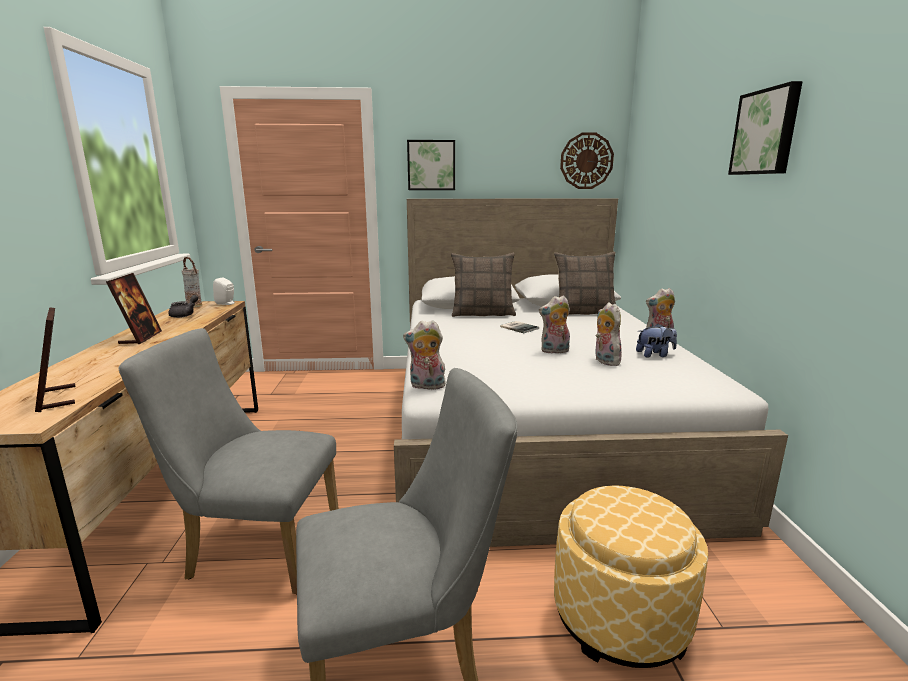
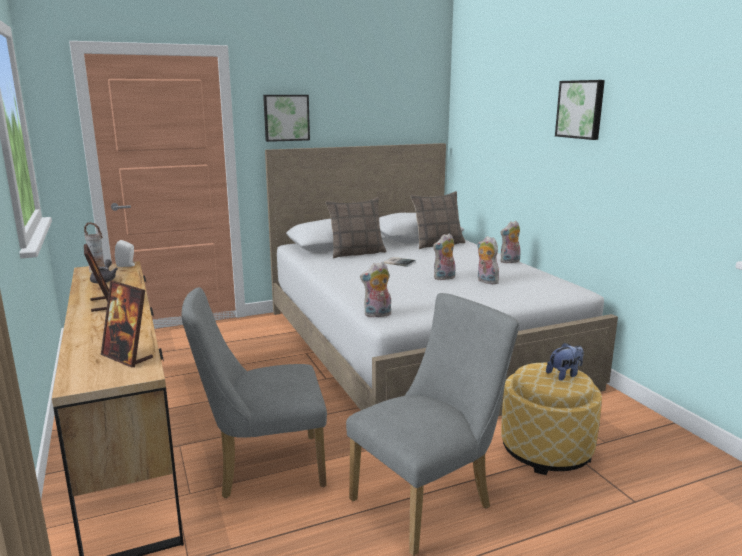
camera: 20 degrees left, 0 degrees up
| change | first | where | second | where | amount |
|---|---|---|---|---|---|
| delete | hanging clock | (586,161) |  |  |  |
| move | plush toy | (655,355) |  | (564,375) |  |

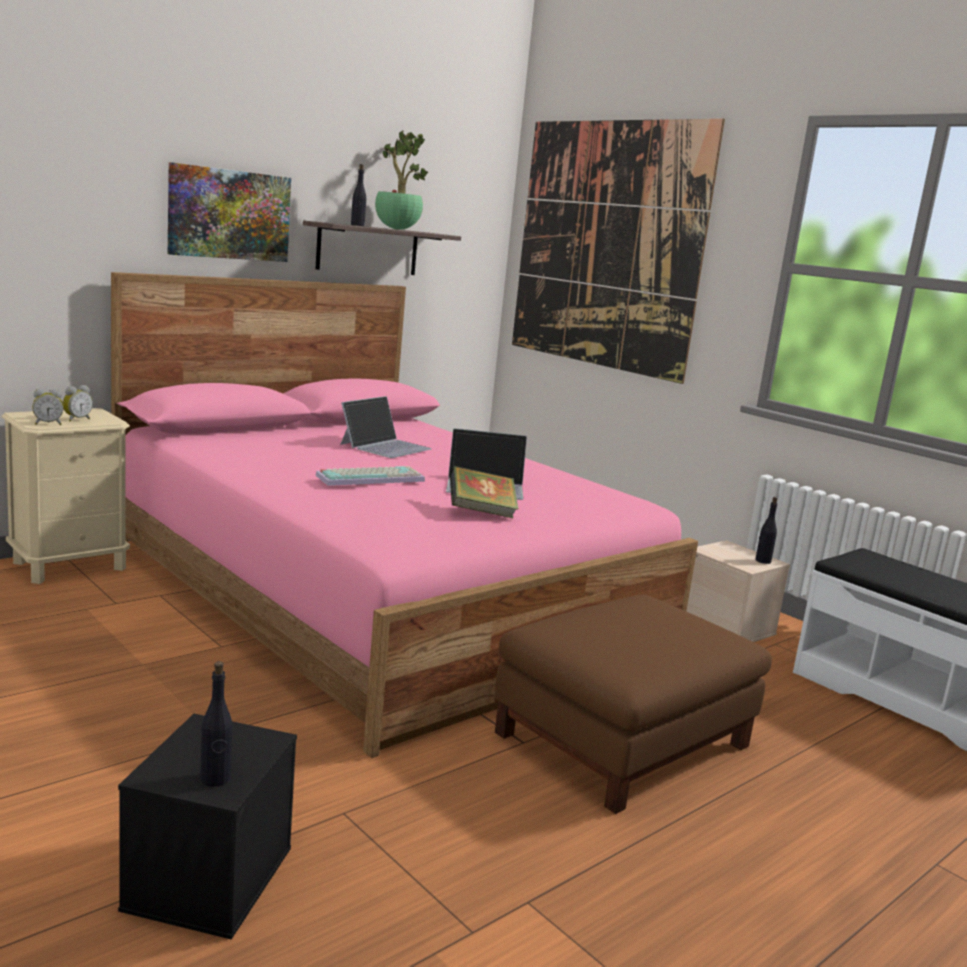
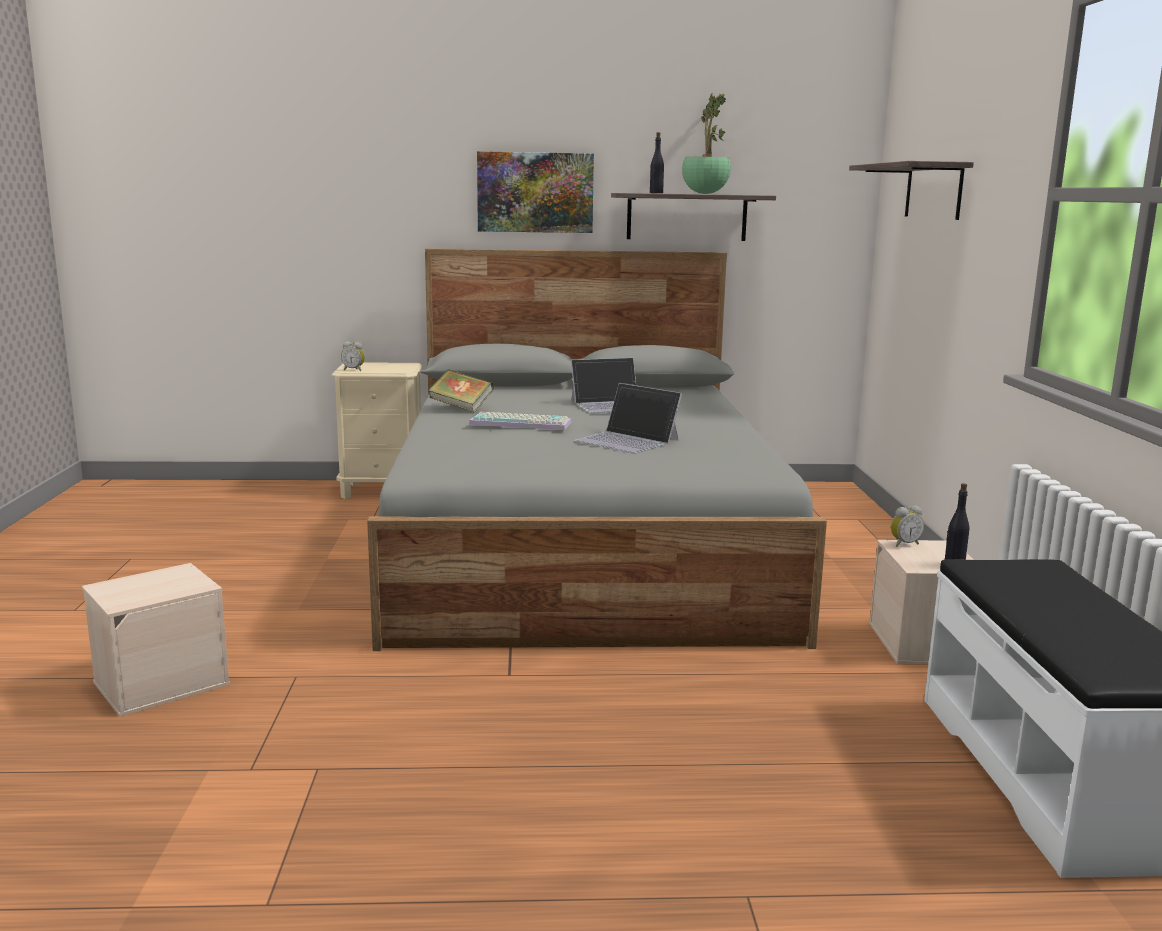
camera: 40 degrees right, 0 degrees up
| change | first | where | second | where | amount |
|---|---|---|---|---|---|
| replace | wall art | (606,245) | shelf | (933,191) |  |
| recolor | pink-coloured sleeping bed | (379,594) | greyish sleeping bed | (583,547) |  |
| move | alarm clock | (76,419) |  | (904,544) |  |
| move | book | (481,512) |  | (461,407) |  |
| delete | brown-coloured footrest | (622,738) |  |  |  |
| delete | black beverage bottle | (215,779) |  |  |  |
| recolor | black storage box | (208,876) | beige storage box | (162,682) |  |

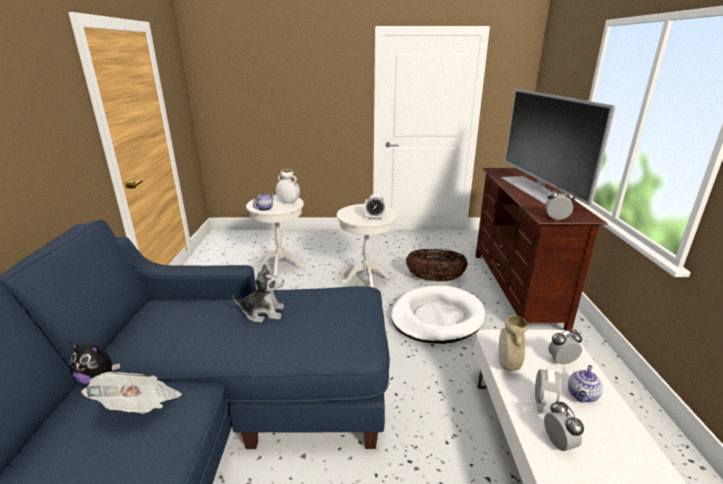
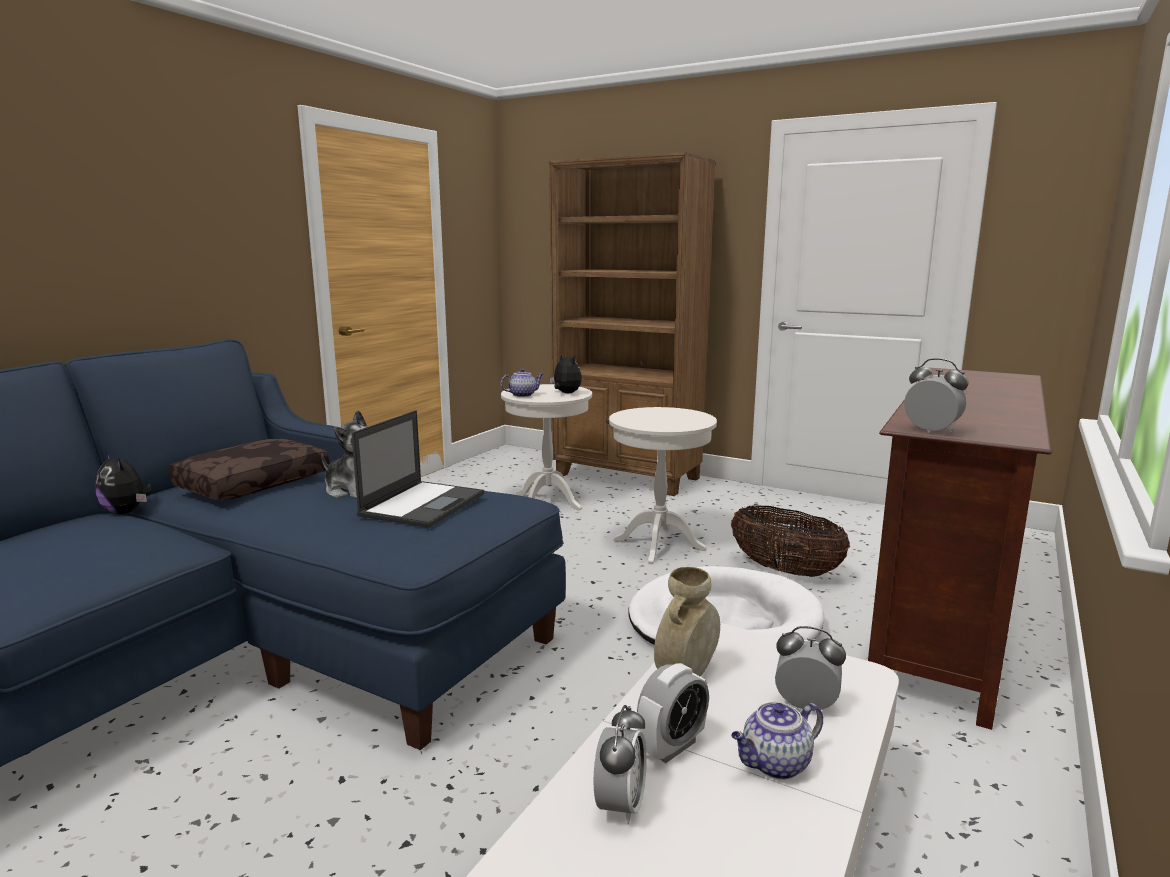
camera: 30 degrees right, 10 degrees down
| change | first | where | second | where | amount |
|---|---|---|---|---|---|
| delete | TV set | (533,189) |  |  |  |
| replace | white-coloured vase | (288,202) | plush toy | (565,393) |  |
| delete | alarm clock | (375,218) |  |  |  |
| delete | daily paper | (139,406) |  |  |  |
| insert |  |  | brown-coloured bookcase | (627,477) |  |
| insert |  |  | laptop | (423,504) |  |
| insert |  |  | brown-coloured throw pillow | (253,483) |  |

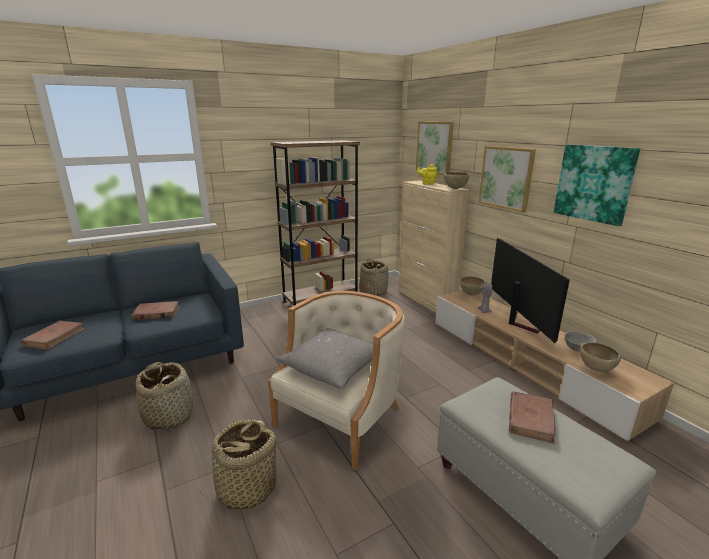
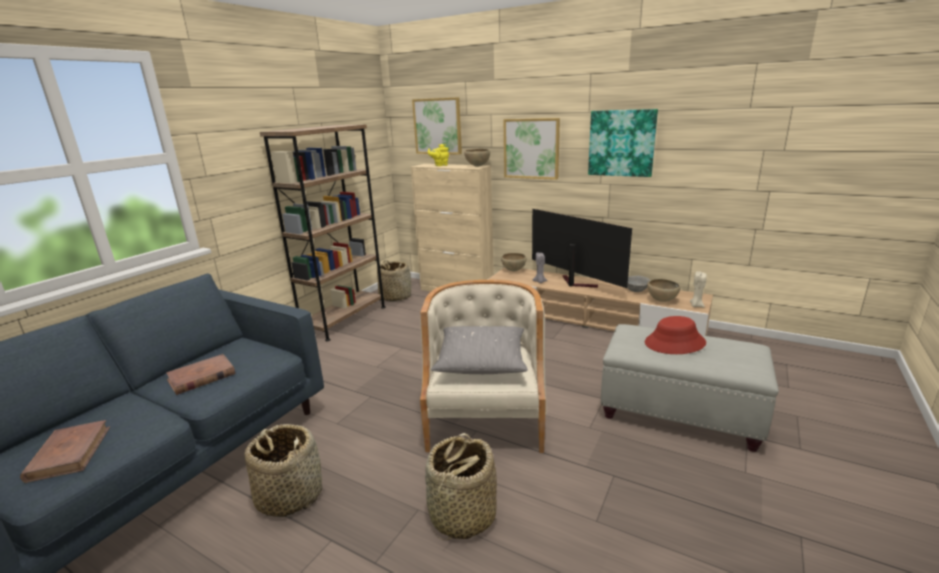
camera: 30 degrees left, 0 degrees up
| change | first | where | second | where | amount |
|---|---|---|---|---|---|
| replace | brown-coloured book | (530,419) | red-coloured wearable hat | (675,343) |  |
| insert |  |  | beige wax candle | (696,306) |  |

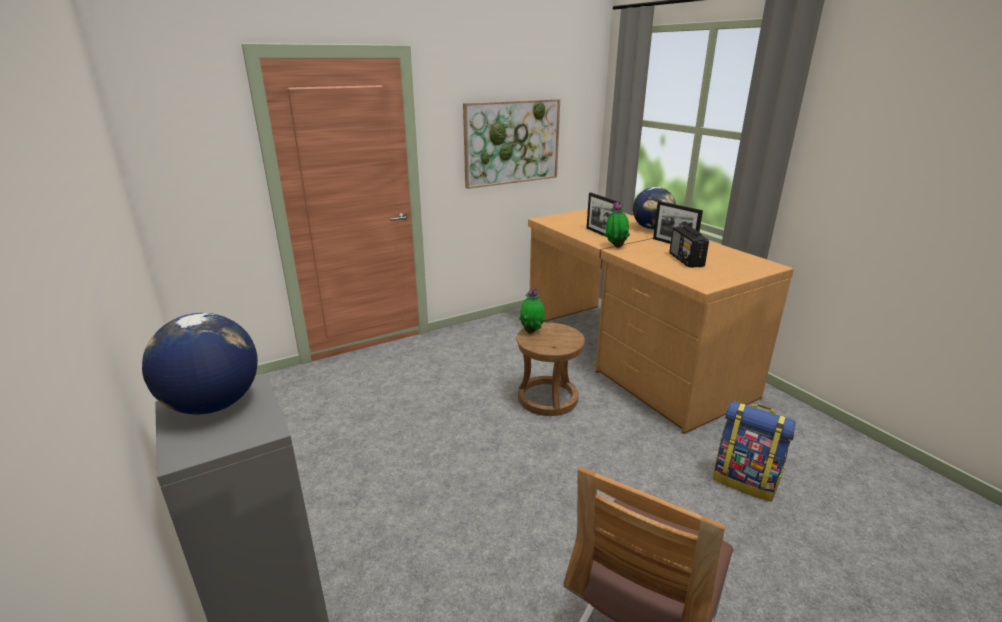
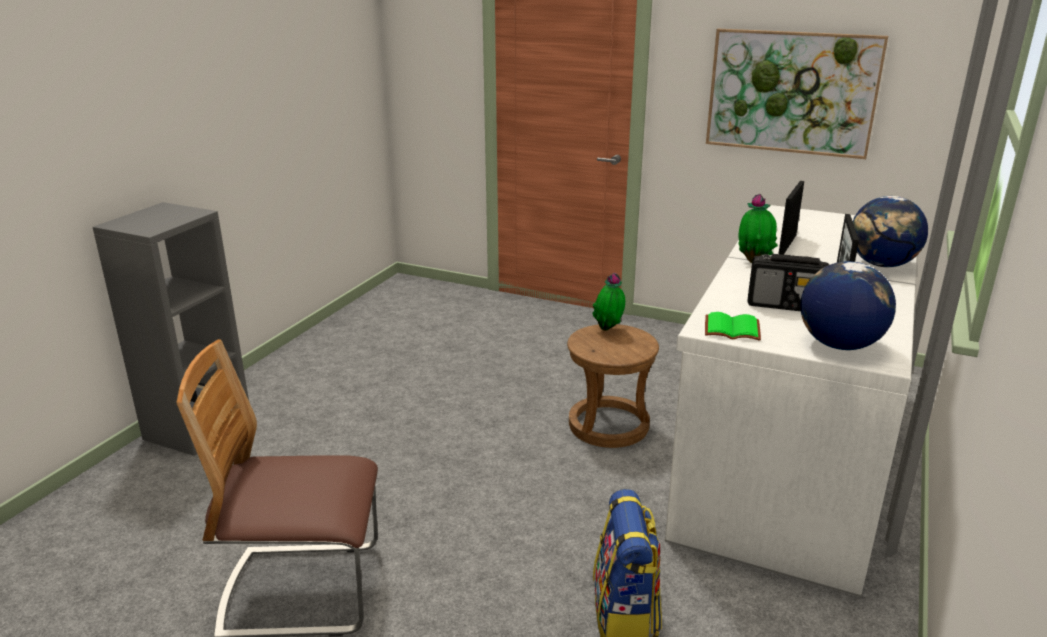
camera: 55 degrees right, 0 degrees up
| change | first | where | second | where | amount |
|---|---|---|---|---|---|
| recolor | brown-coloured desk table | (629,358) | white-coloured desk table | (786,452) |  |
| rotate | radio set | (686,260) |  | (785,305) | 120 degrees counterclockwise |
| move | globe | (213,405) |  | (839,345) |  |
| insert |  |  | green book | (731,330) |  |

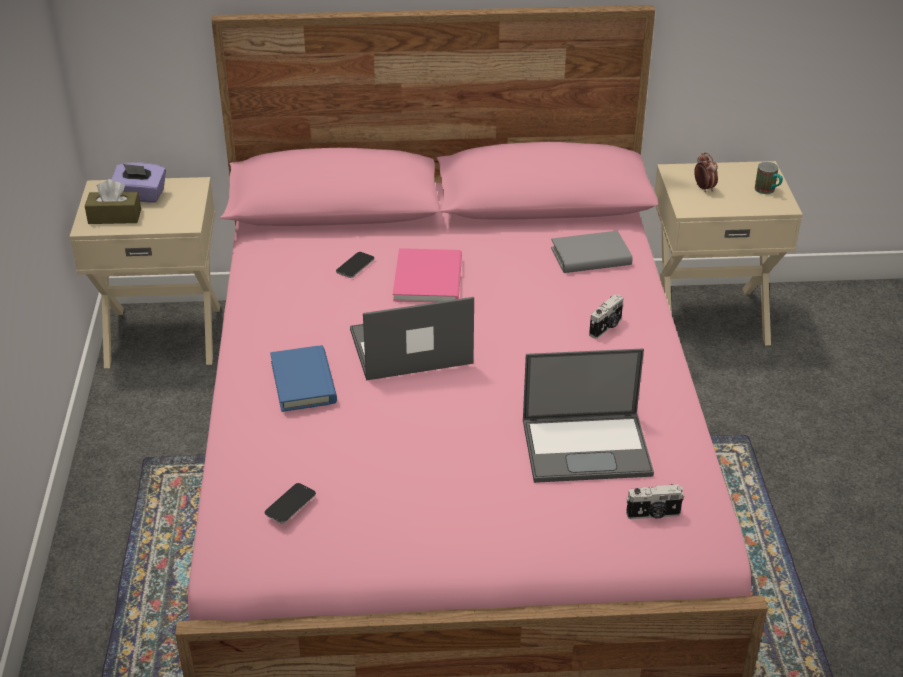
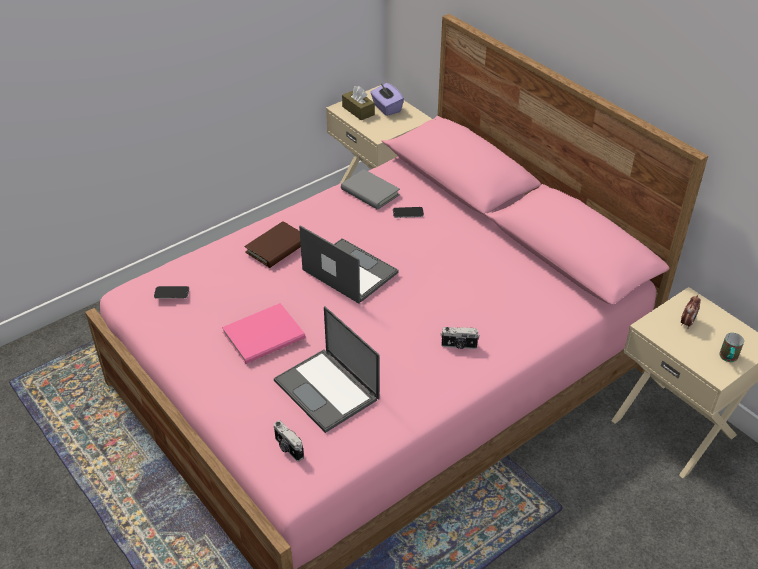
camera: 55 degrees right, 5 degrees up
| change | first | where | second | where | amount |
|---|---|---|---|---|---|
| move | greyish book | (591,257) |  | (370,192) |  |
| move | pink-coloured book | (430,277) |  | (266,335) |  |
| recolor | blue book | (303,382) | brown-coloured book | (277,247) |  |

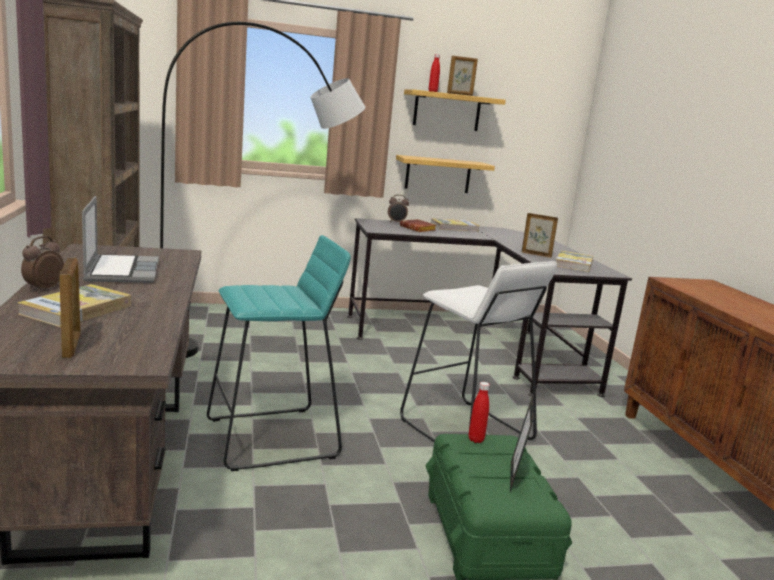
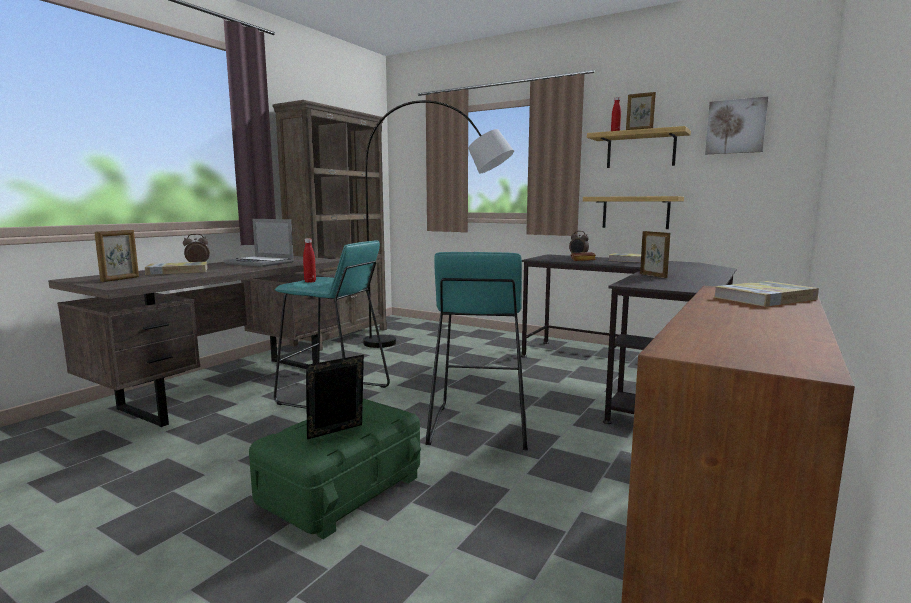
camera: 45 degrees right, 5 degrees down
| change | first | where | second | where | amount |
|---|---|---|---|---|---|
| rotate | laptop | (121,271) |  | (261,263) | 90 degrees clockwise |
| move | book | (573,264) |  | (764,298) |  |
| recolor | white-coloured sitting stool | (465,430) | blue-green sitting stool | (478,427) |  |
| move | red-coloured beverage bottle | (476,439) |  | (310,281) |  |
| insert |  |  | wall art | (736,126) |  |

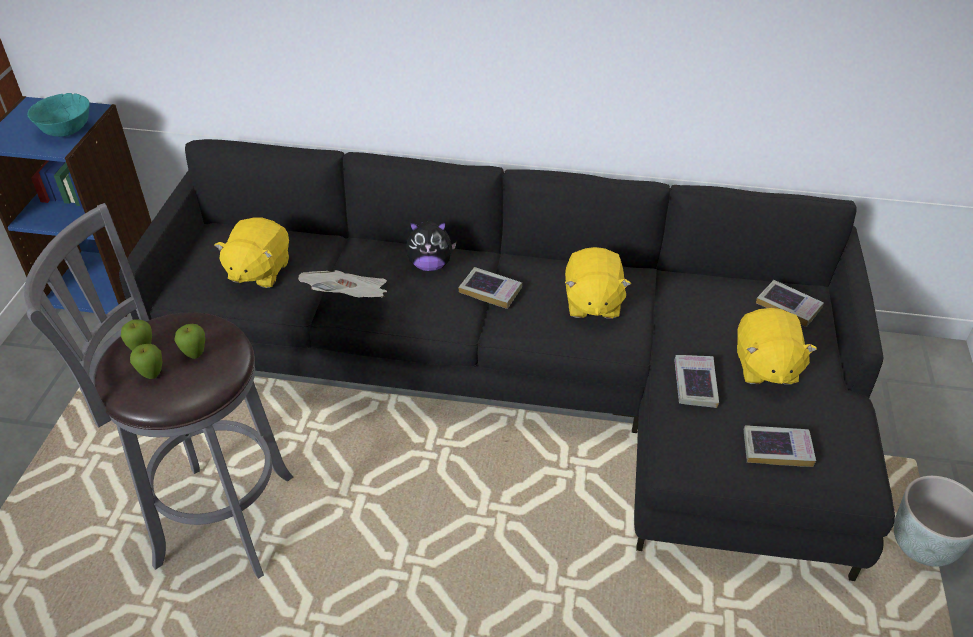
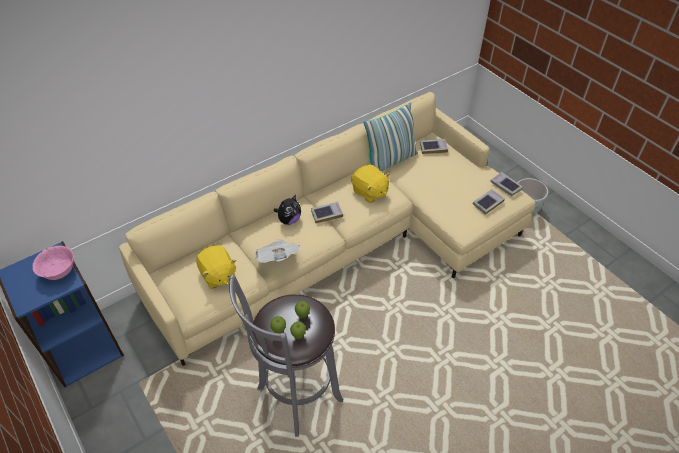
camera: 45 degrees left, 5 degrees up
| change | first | where | second | where | amount |
|---|---|---|---|---|---|
| recolor | blue-green bowl | (66,130) | pink-coloured bowl | (59,271) |  |
| recolor | black sofa | (530,379) | beige sofa | (344,244) |  |
| delete | yellow-coloured plush toy | (765,366) |  |  |  |
| move | book | (695,384) |  | (505,186) |  |
| insert |  |  | throw pillow | (390,161) |  |

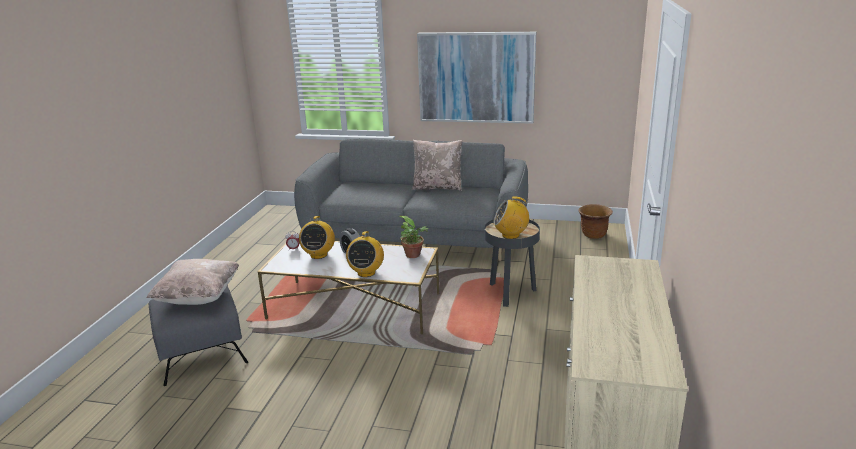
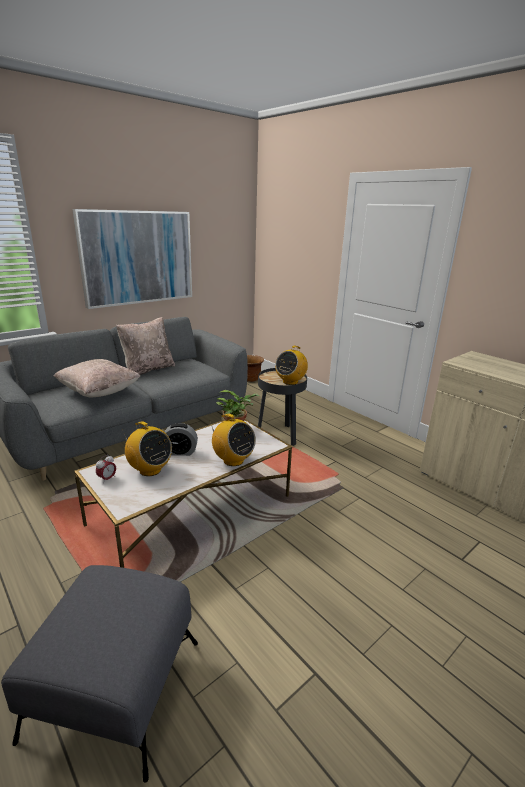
camera: 55 degrees left, 0 degrees up
| change | first | where | second | where | amount |
|---|---|---|---|---|---|
| move | beige throw pillow | (198,297) |  | (99,392) |  |

